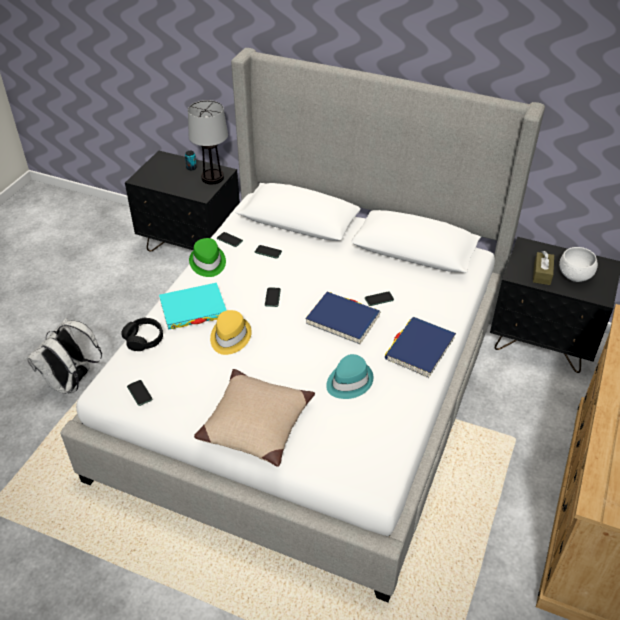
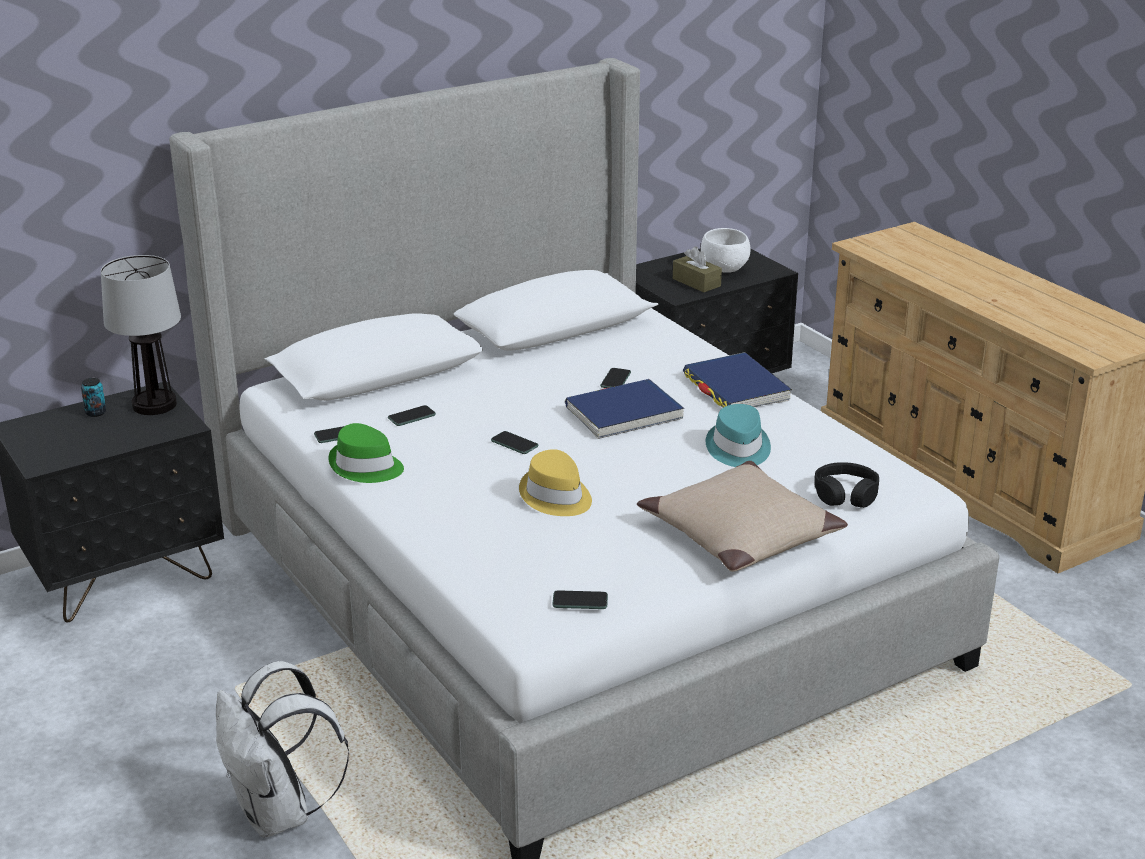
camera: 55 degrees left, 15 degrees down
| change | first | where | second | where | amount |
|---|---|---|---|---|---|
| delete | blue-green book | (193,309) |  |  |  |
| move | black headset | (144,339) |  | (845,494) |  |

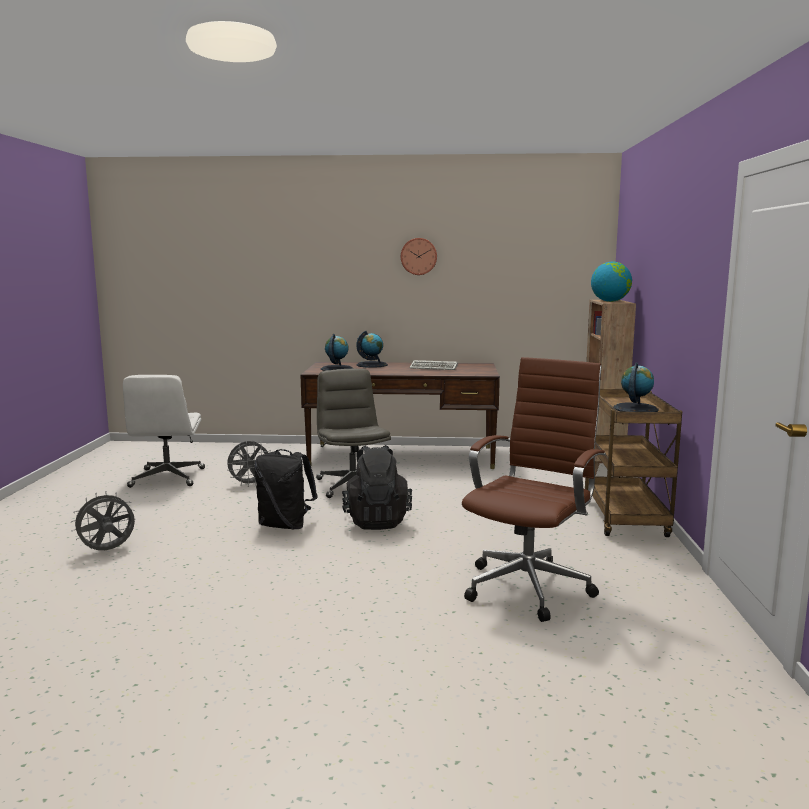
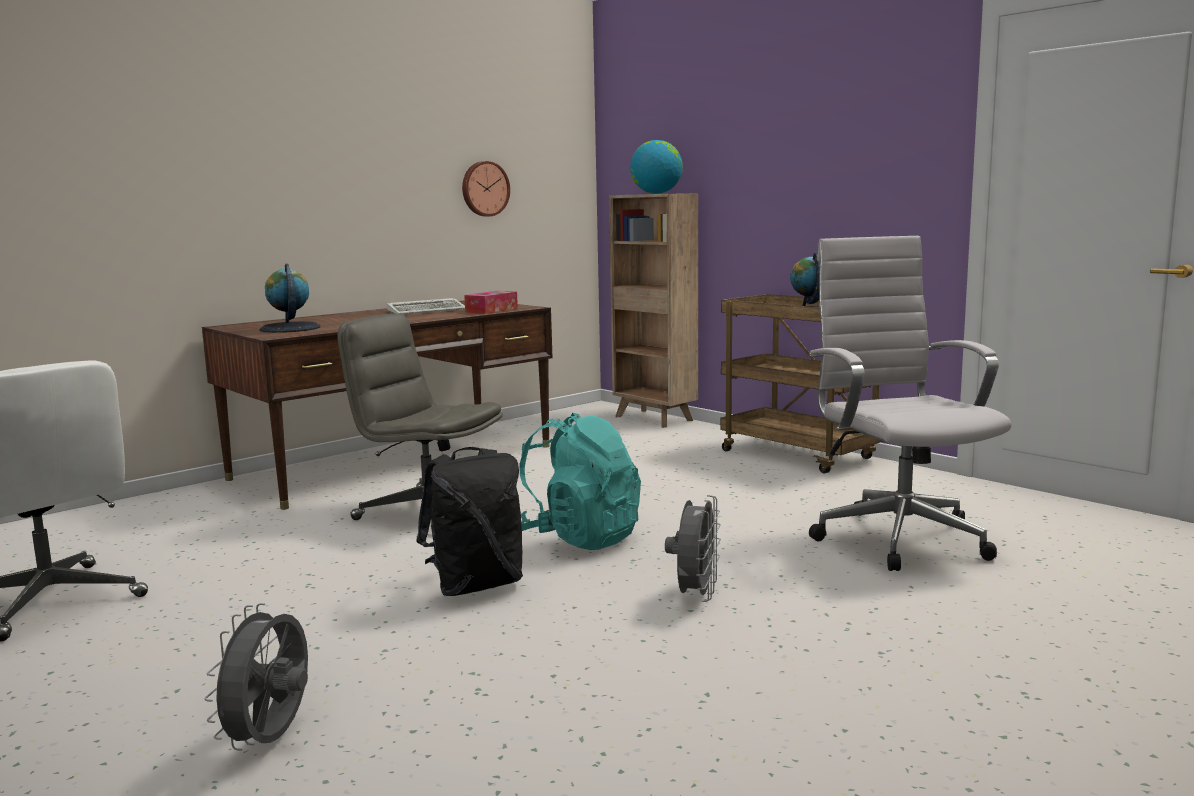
camera: 45 degrees left, 0 degrees up
| change | first | where | second | where | amount |
|---|---|---|---|---|---|
| move | hanging clock | (418,256) |  | (484,189) |  |
| delete | globe | (372,365) |  |  |  |
| recolor | brown-coloured computer chair | (530,586) | white-coloured computer chair | (897,537) |  |
| move | greyish electric fan | (250,484) |  | (695,596) |  |
| recolor | black backpack | (376,521) | blue-green backpack | (579,538) |  |
| insert |  |  | tissue holder | (491,310) |  |

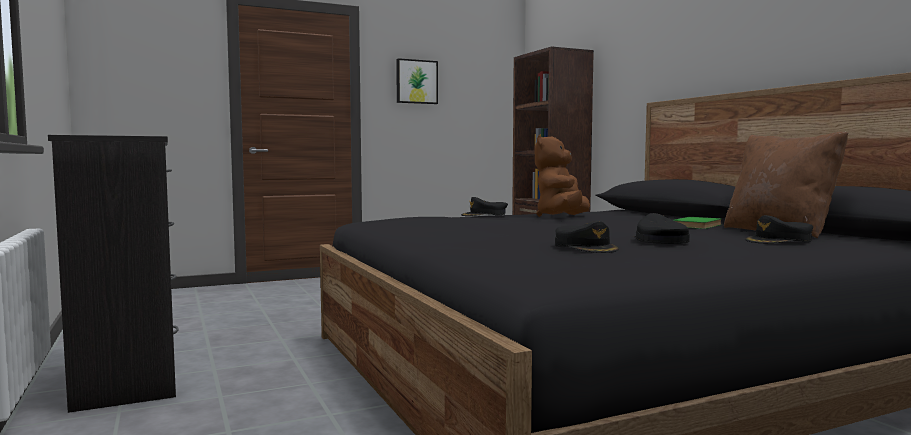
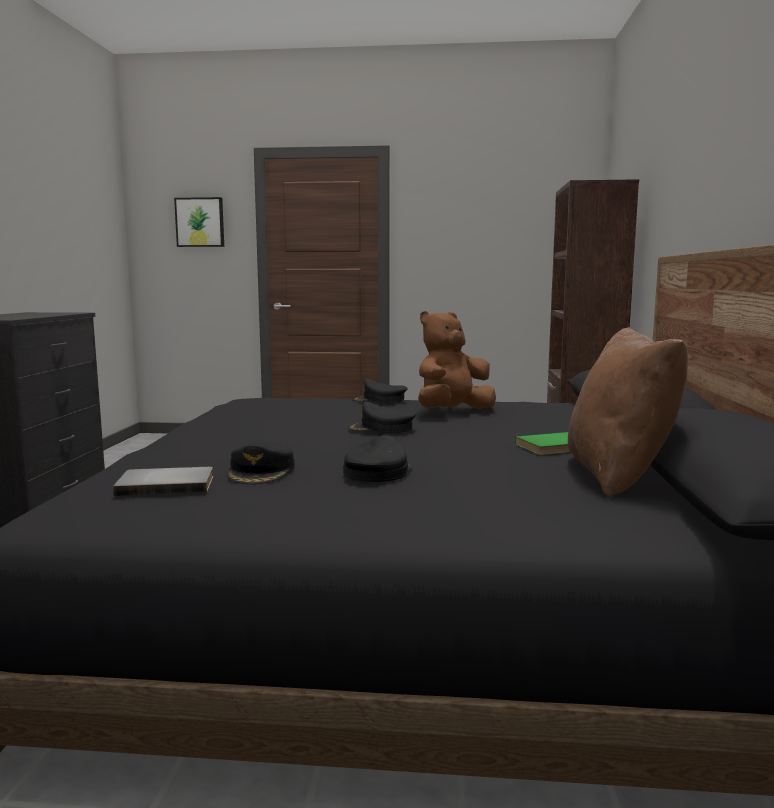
camera: 30 degrees right, 5 degrees up
| change | first | where | second | where | amount |
|---|---|---|---|---|---|
| move | wall art | (416,82) |  | (200,222) |  |
| move | black cap | (779,241) |  | (381,428) |  |
| insert |  |  | greyish book | (166,485) |  |

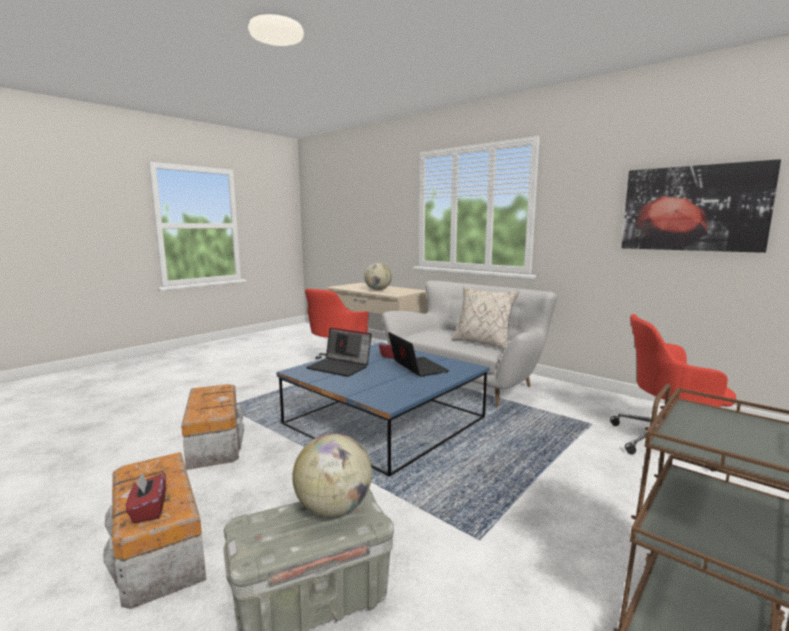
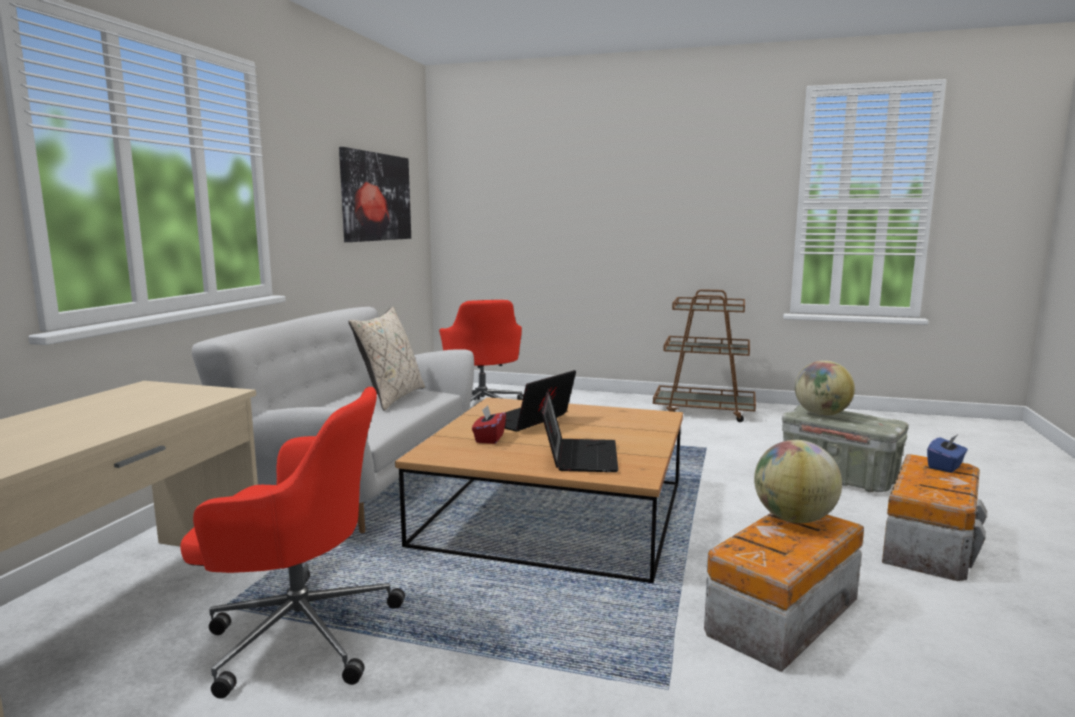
camera: 115 degrees left, 0 degrees up
| change | first | where | second | where | amount |
|---|---|---|---|---|---|
| move | globe | (378,290) |  | (794,519) |  |
| recolor | blue lounge table | (384,420) | brown-coloured lounge table | (554,513) |  |
| recolor | red-coloured tissue holder | (148,510) | blue tissue holder | (945,466) |  |

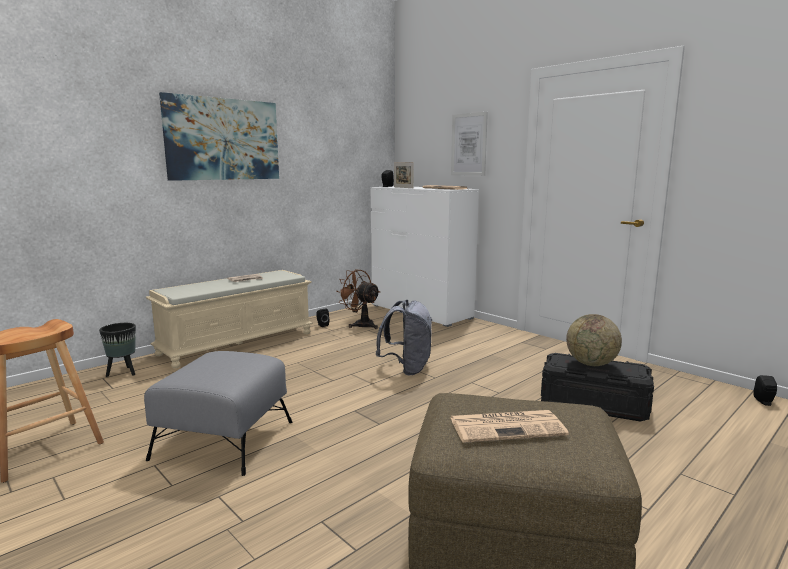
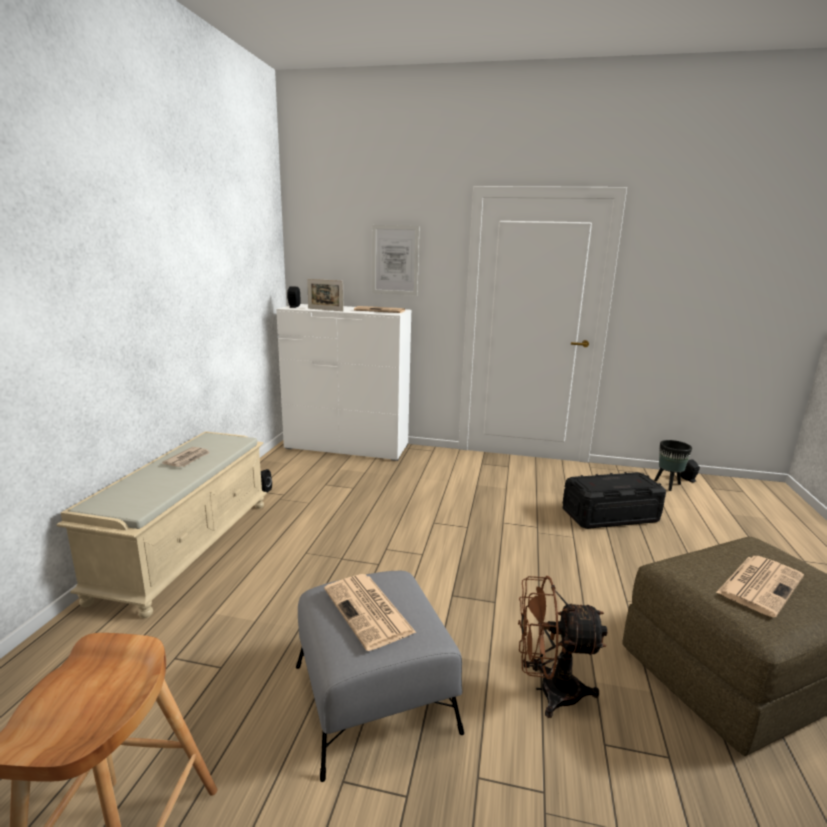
camera: 35 degrees left, 5 degrees up
| change | first | where | second | where | amount |
|---|---|---|---|---|---|
| delete | wall art | (223,139) |  |  |  |
| move | brown-coloured electric fan | (360,324) |  | (548,690) |  |
| delete | greyish backpack | (407,369) |  |  |  |
| delete | globe | (591,364) |  |  |  |
| move | black flower pot | (123,373) |  | (667,485) |  |
| insert |  |  | daily paper | (369,611) |  |

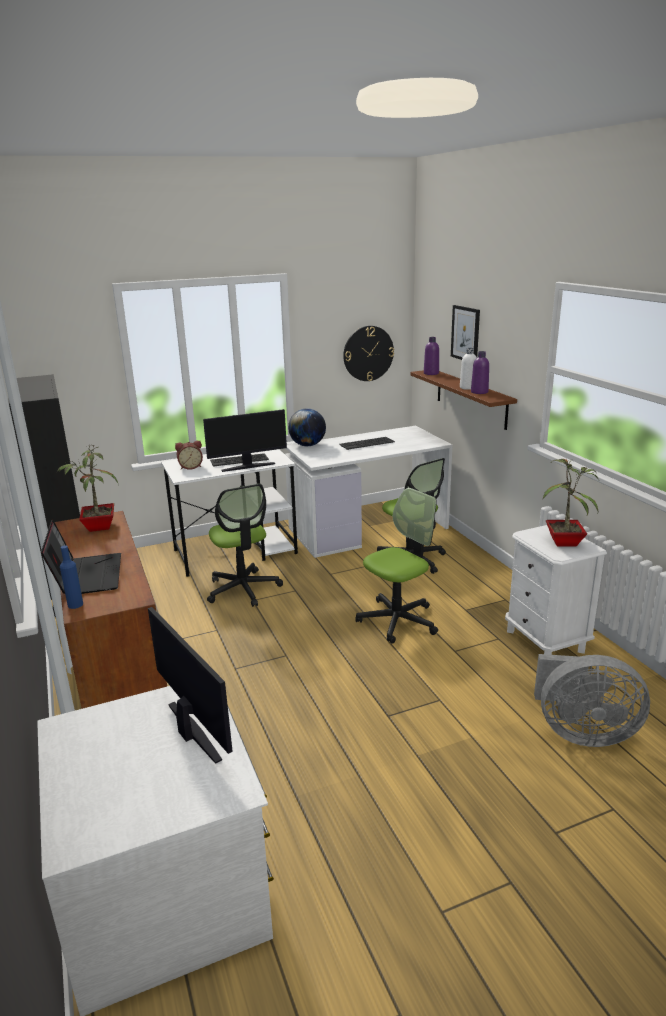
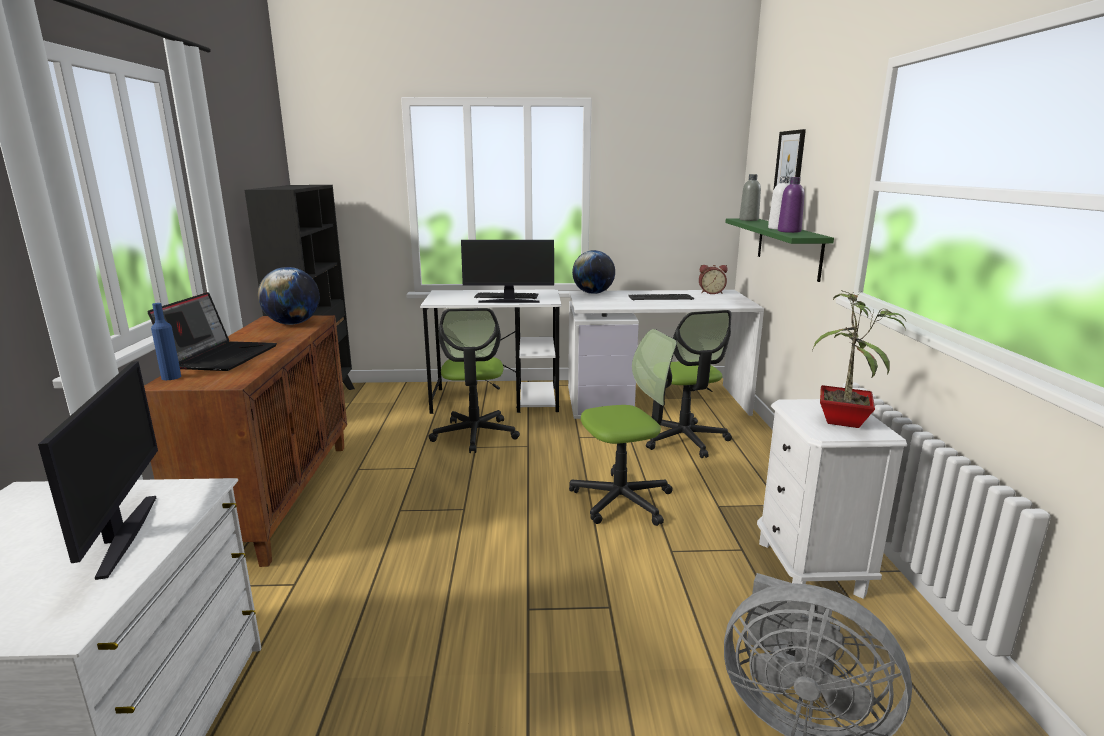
camera: 20 degrees right, 5 degrees down
| change | first | where | second | where | amount |
|---|---|---|---|---|---|
| delete | hanging clock | (368,353) |  |  |  |
| recolor | purplish beverage bottle | (431,373) | greyish beverage bottle | (748,220) |  |
| recolor | brown-coloured shelf | (471,398) | green shelf | (788,247) |  |
| move | alarm clock | (190,467) |  | (711,292) |  |
| replace | potted plant | (97,527) | globe | (293,323) |  |

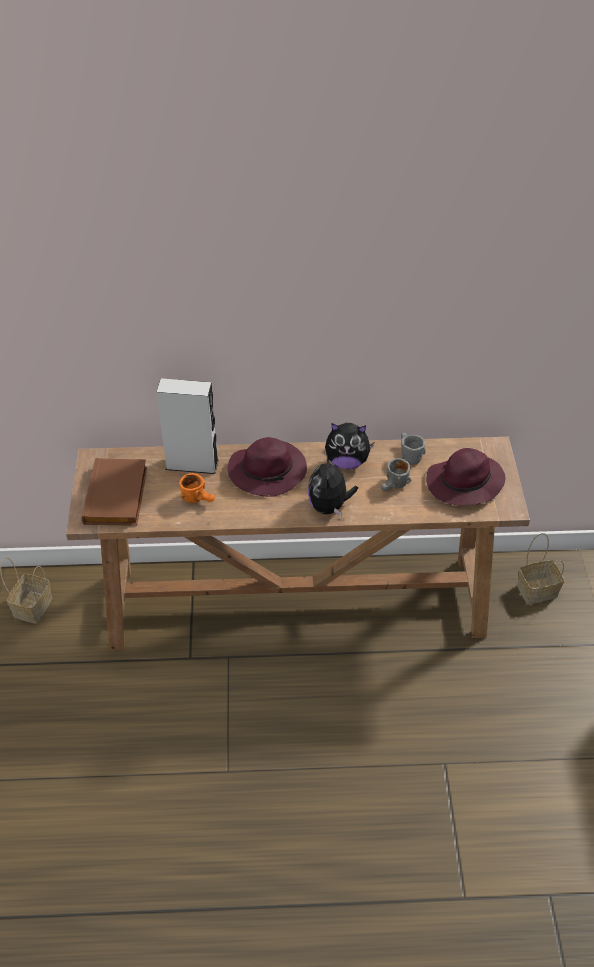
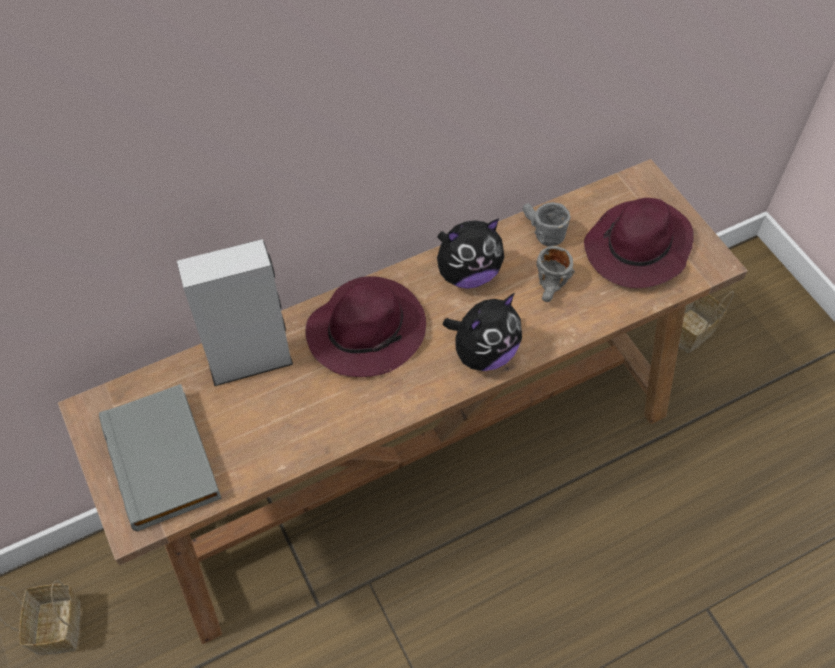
camera: 25 degrees left, 10 degrees up
| change | first | where | second | where | amount |
|---|---|---|---|---|---|
| rotate | plush toy | (329,506) |  | (483,353) | 105 degrees counterclockwise |
| recolor | brown-coloured book | (118,496) | greyish book | (164,459) |  |
| delete | orangey coffee mug | (199,499) |  |  |  |

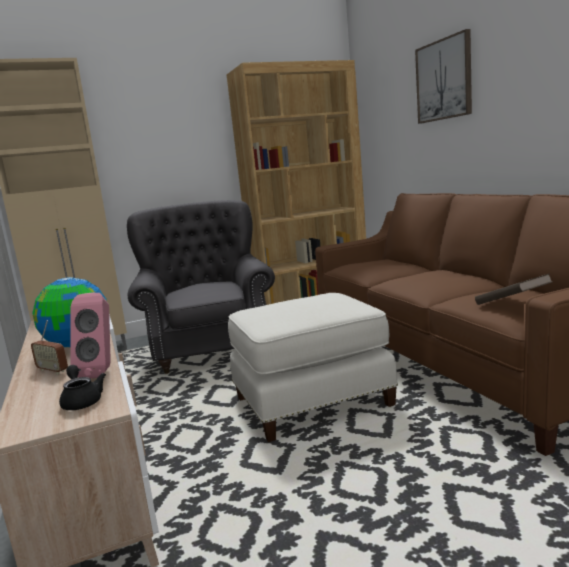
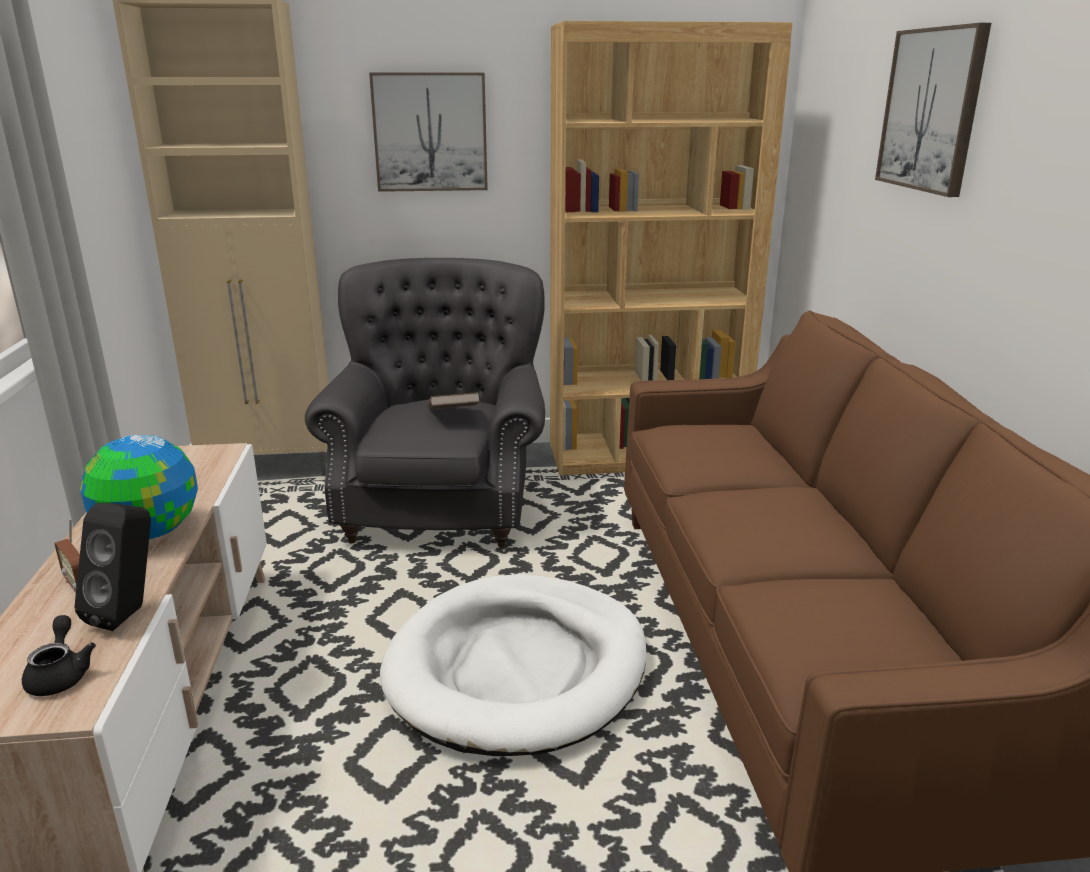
camera: 15 degrees right, 10 degrees up
| change | first | where | second | where | amount |
|---|---|---|---|---|---|
| move | brown-coloured book | (512,305) |  | (453,416) |  |
| recolor | pink-coloured loudspeaker | (102,372) | black loudspeaker | (130,613) |  |
| replace | white-coloured footrest | (312,400) | white-coloured dog cushion | (518,668) |  |
| insert |  |  | wall art | (430,132) |  |

